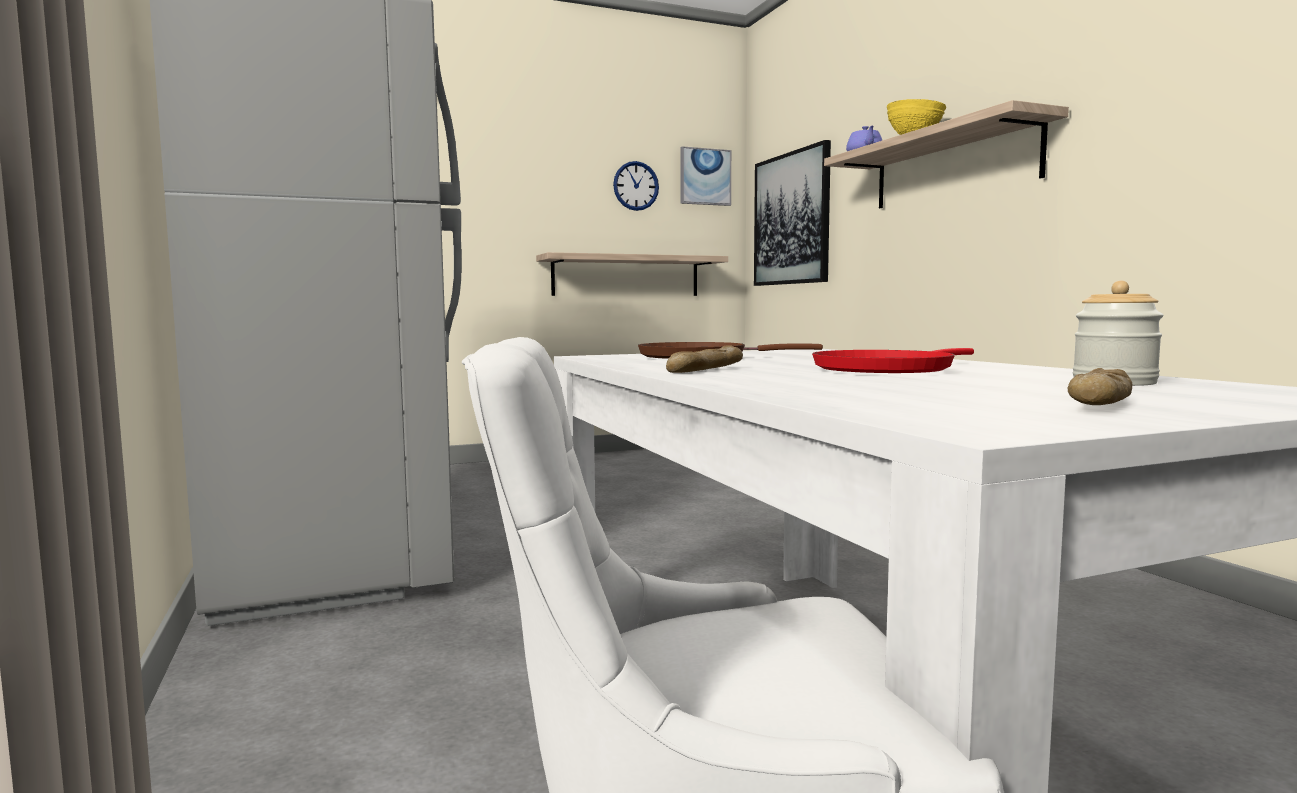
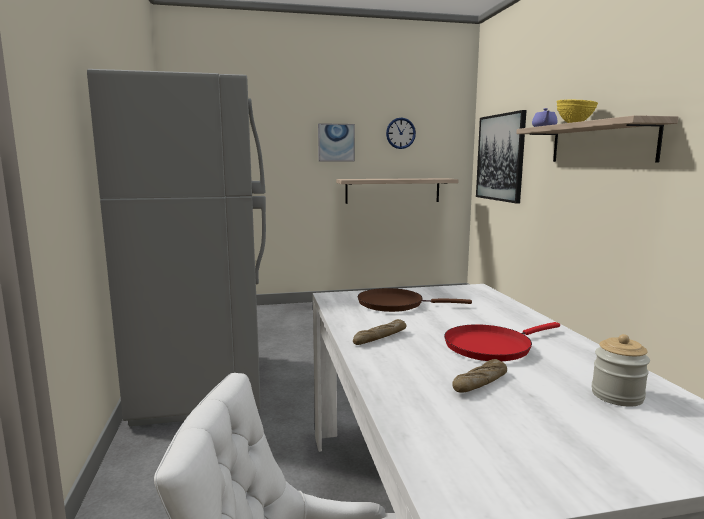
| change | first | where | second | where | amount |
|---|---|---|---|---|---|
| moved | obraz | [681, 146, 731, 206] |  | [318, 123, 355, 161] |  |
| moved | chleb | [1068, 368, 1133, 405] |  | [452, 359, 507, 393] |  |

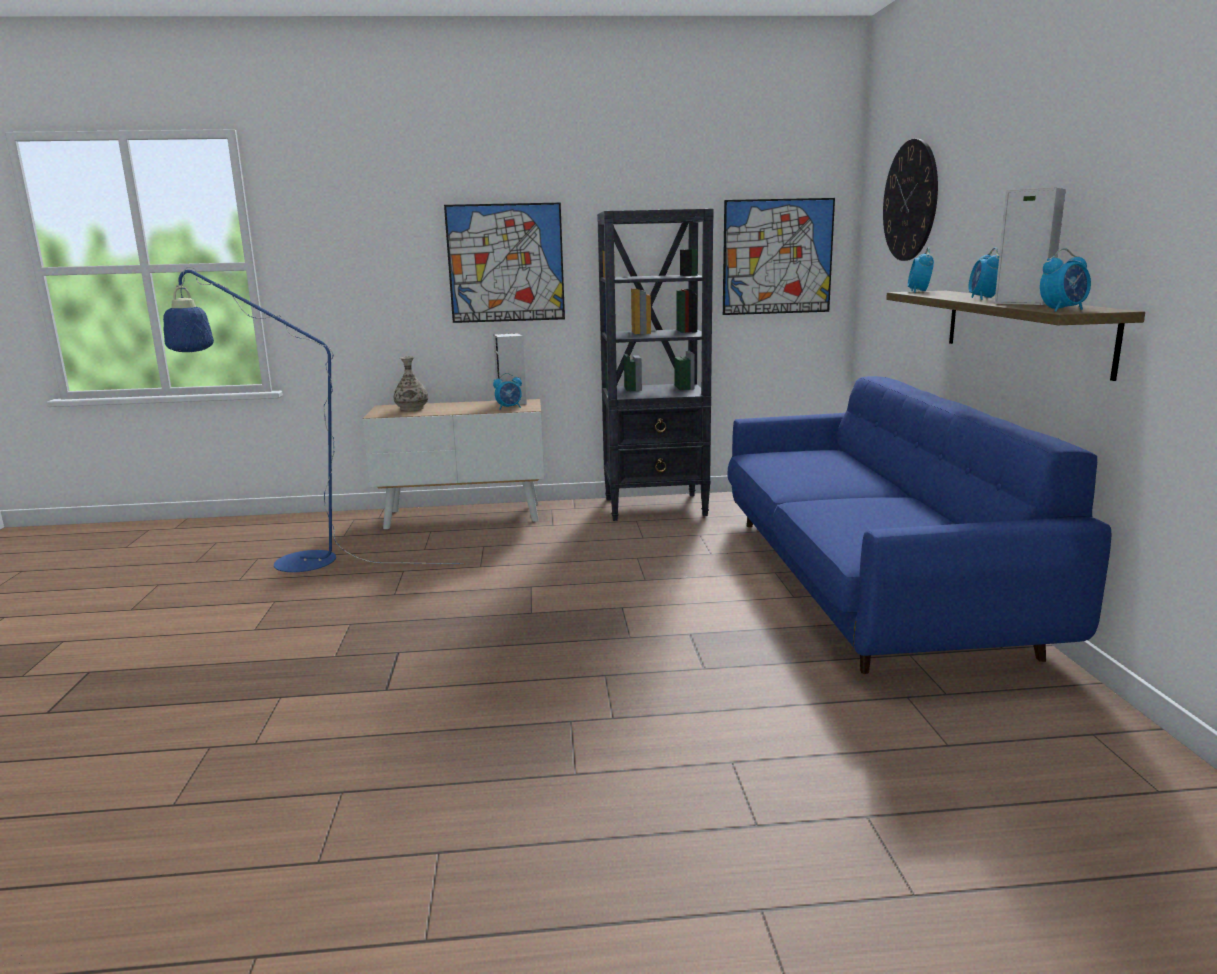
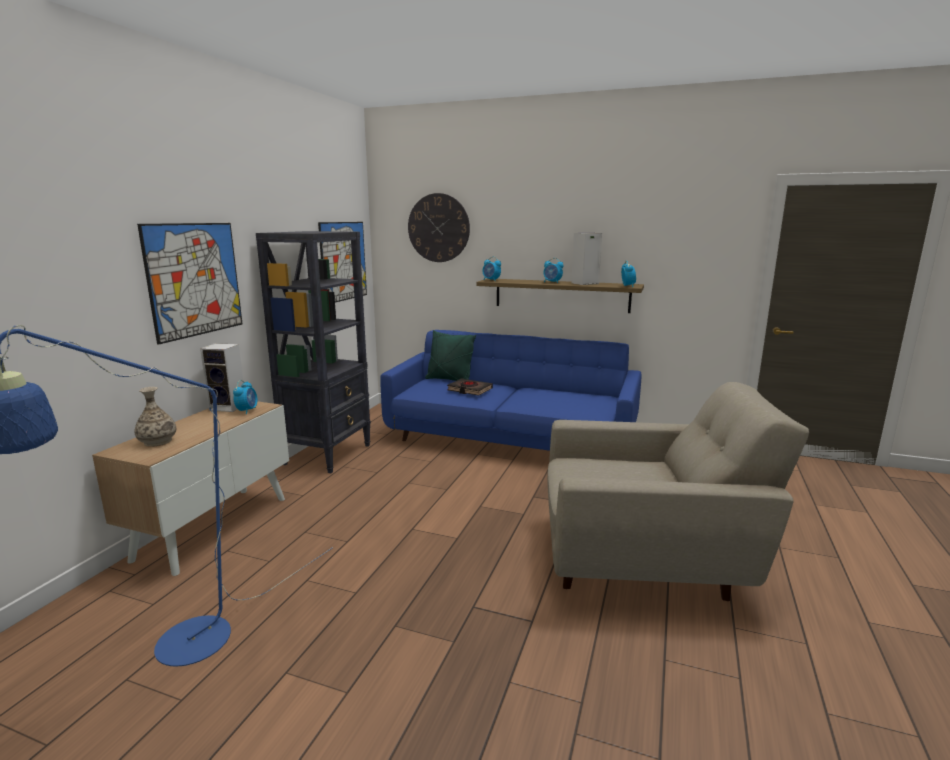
| change | first | where | second | where | amount |
|---|---|---|---|---|---|
| added |  |  | poduszka (zielony) | [425, 330, 476, 381] |  |
| added |  |  | książka (czarny) | [447, 378, 493, 396] |  |
| added |  |  | fotel (beżowy) | [547, 382, 809, 601] |  |

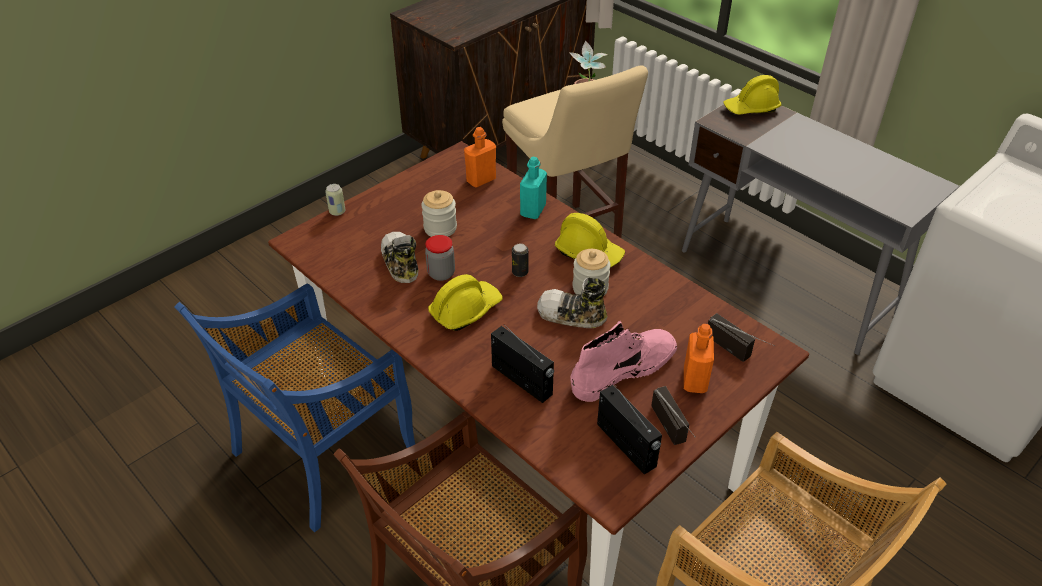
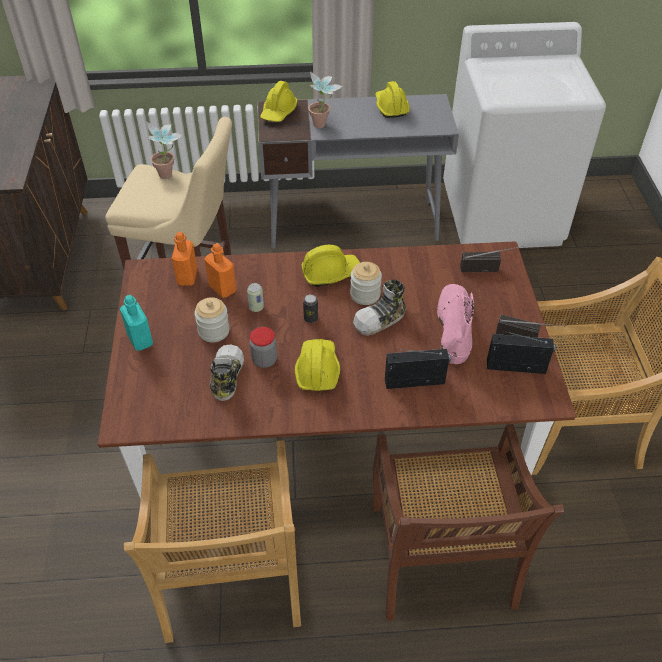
| change | first | where | second | where | amount |
|---|---|---|---|---|---|
| recoloured | krzesło (niebieski) | [174, 283, 415, 532] | krzesło (beżowy) | [124, 440, 301, 643] |  |
| moved | puszka | [325, 184, 345, 216] |  | [247, 283, 264, 312] |  |
| turned | but | [381, 232, 418, 283] |  | [210, 344, 244, 401] | 75 degrees clockwise |
| moved | butelka (turkusowy) | [520, 157, 547, 219] |  | [120, 295, 153, 351] |  |
| moved | butelka (pomarańczowy) | [684, 324, 714, 393] |  | [204, 243, 236, 298] |  |
| added |  |  | roślina doniczkowa | [308, 72, 343, 128] |  |
| added |  |  | kask (żółty) | [376, 81, 410, 118] |  |

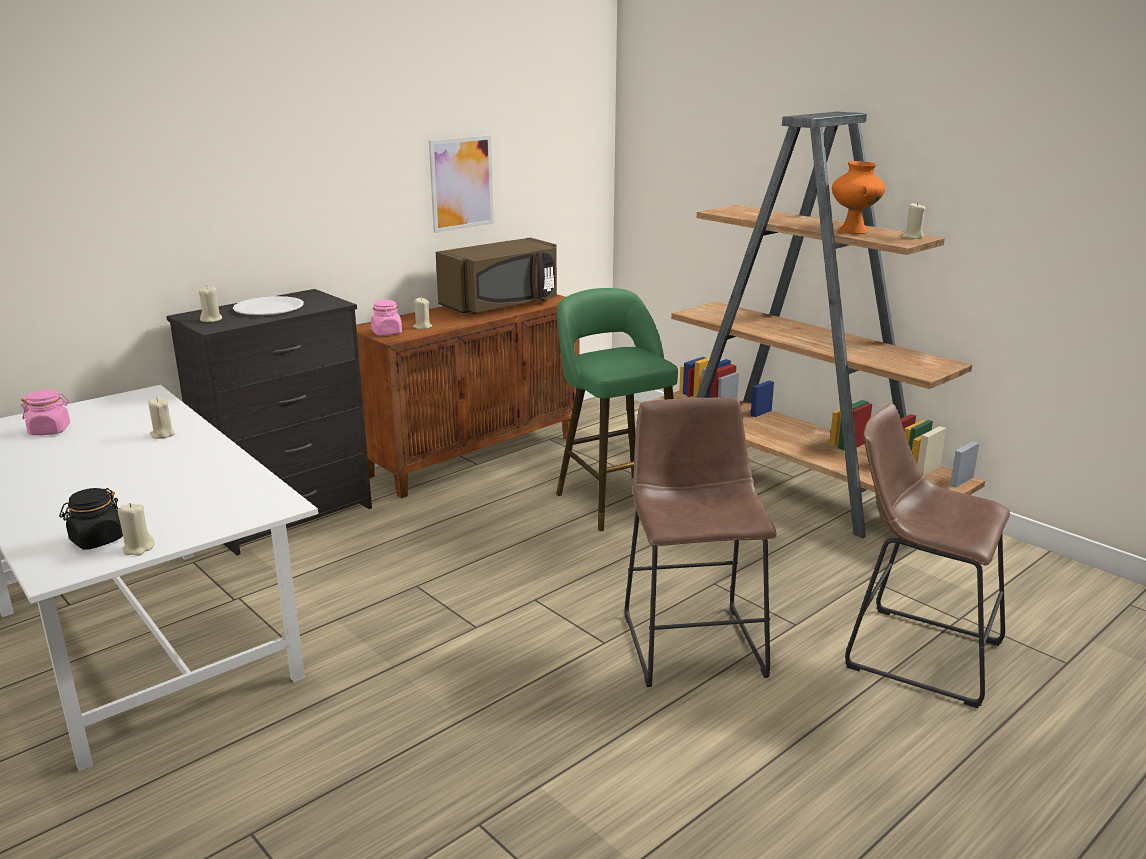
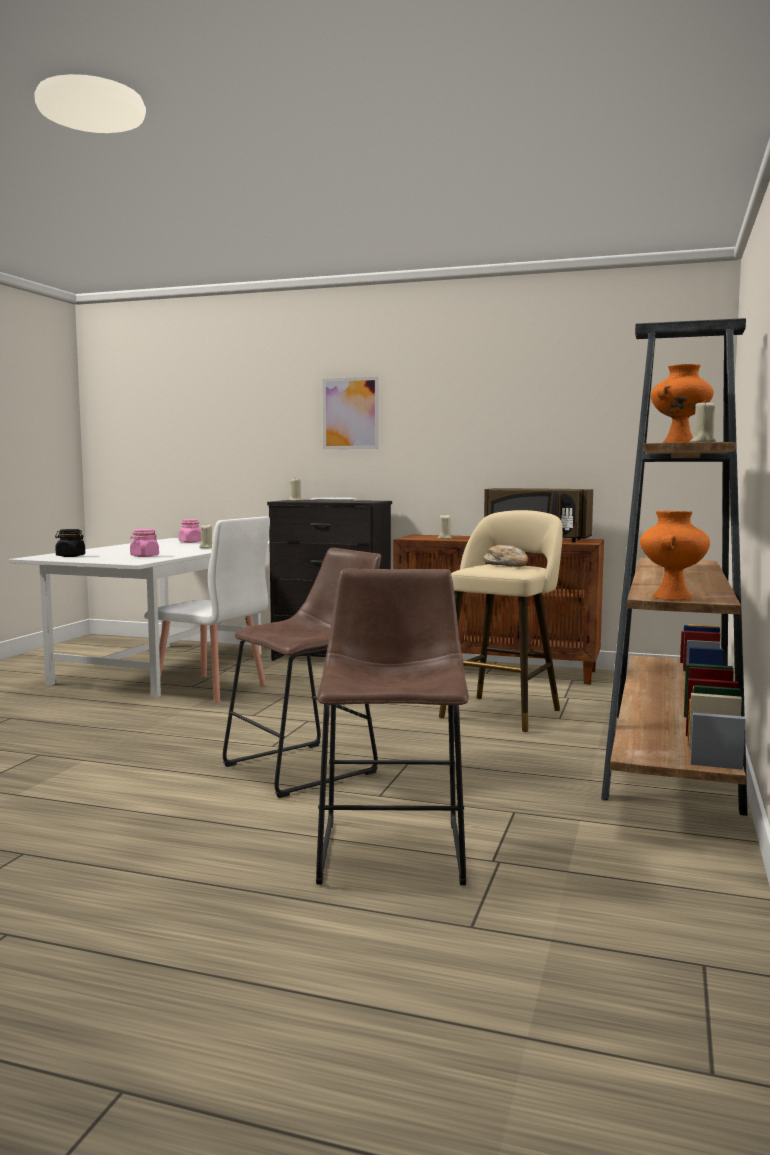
| change | first | where | second | where | amount |
|---|---|---|---|---|---|
| removed | świeca (beżowy) | [118, 503, 155, 556] |  |  |  |
| moved | słoik (różowy) | [371, 300, 402, 335] |  | [130, 529, 159, 557] |  |
| moved | obraz | [429, 135, 494, 233] |  | [322, 377, 379, 449] |  |
| recoloured | stołek (zielony) | [556, 288, 678, 531] | stołek (beżowy) | [439, 510, 563, 732] |  |
| added |  |  | krzesło (biały) | [144, 516, 270, 703] |  |
| added |  |  | chleb | [484, 545, 528, 567] |  |
| added |  |  | wazon (pomarańczowy) | [640, 511, 710, 601] |  |

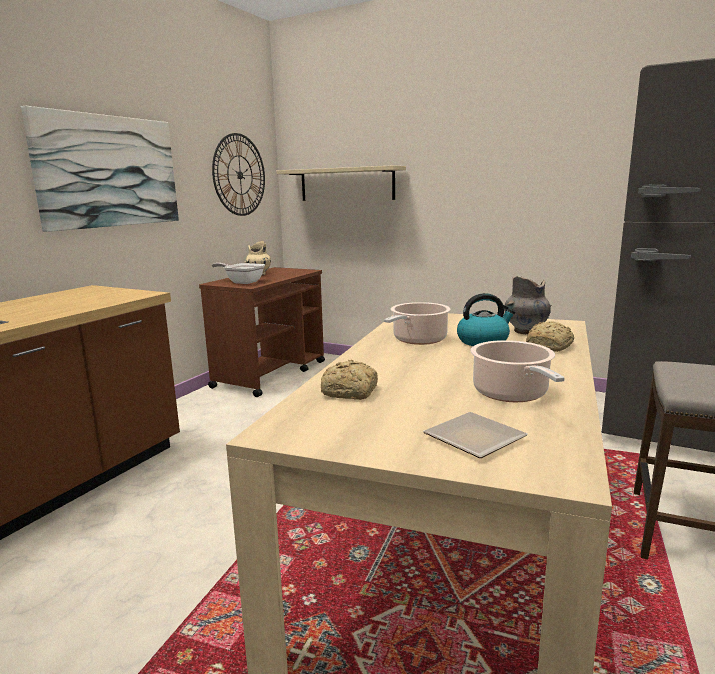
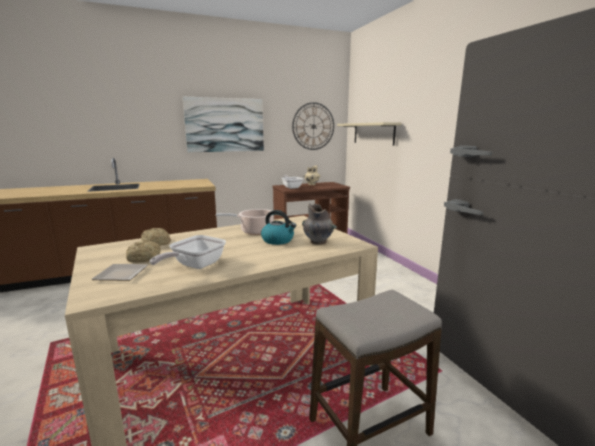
| change | first | where | second | where | amount |
|---|---|---|---|---|---|
| replaced | garnek | [471, 340, 565, 402] | patelnia | [150, 235, 226, 269] |  |
| moved | chleb | [526, 321, 574, 352] |  | [126, 240, 161, 263] |  |

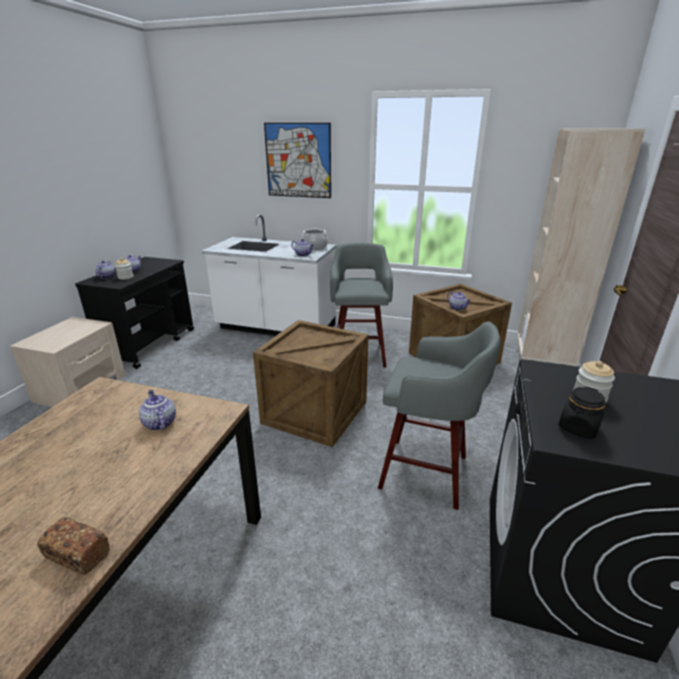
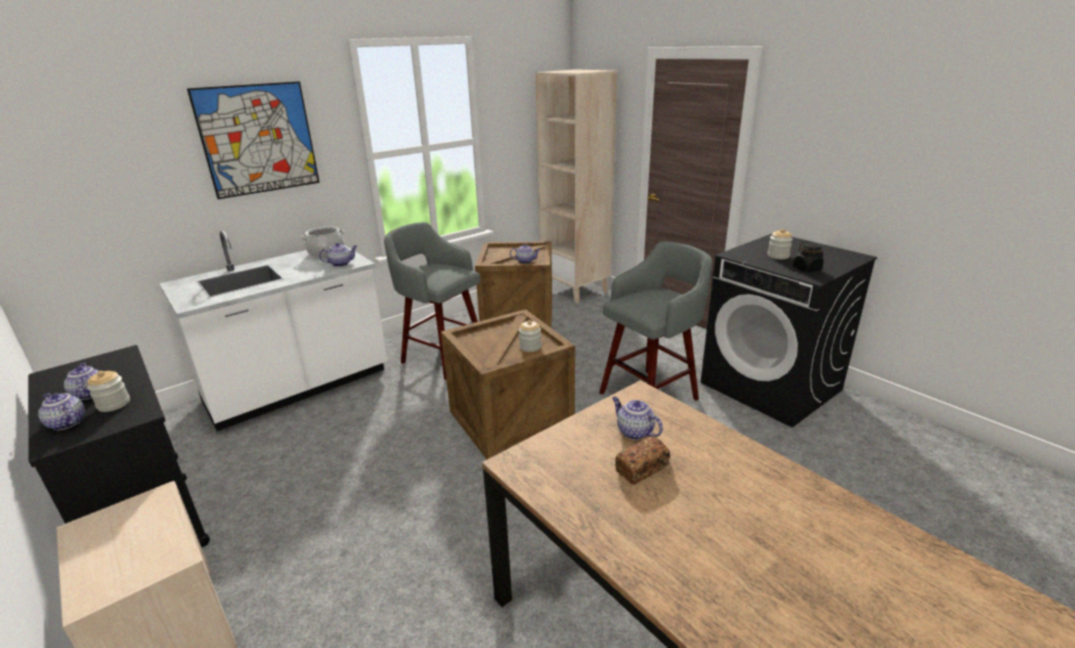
| change | first | where | second | where | amount |
|---|---|---|---|---|---|
| moved | chleb | [37, 517, 110, 575] |  | [615, 436, 670, 485] |  |
| turned | imbryk | [139, 390, 176, 430] |  | [612, 397, 663, 440] | 45 degrees clockwise |
| added |  |  | słoik | [519, 320, 541, 352] |  |

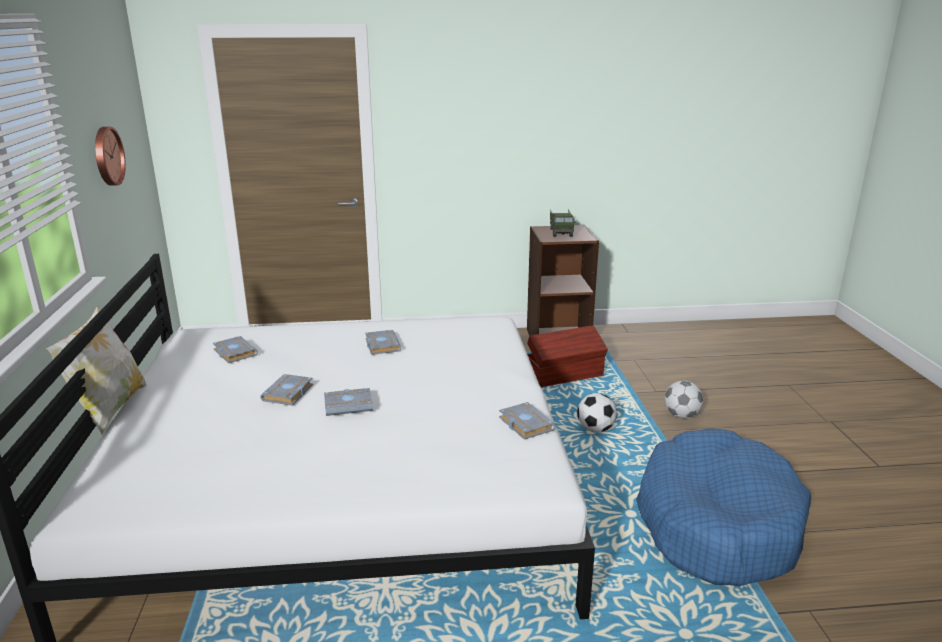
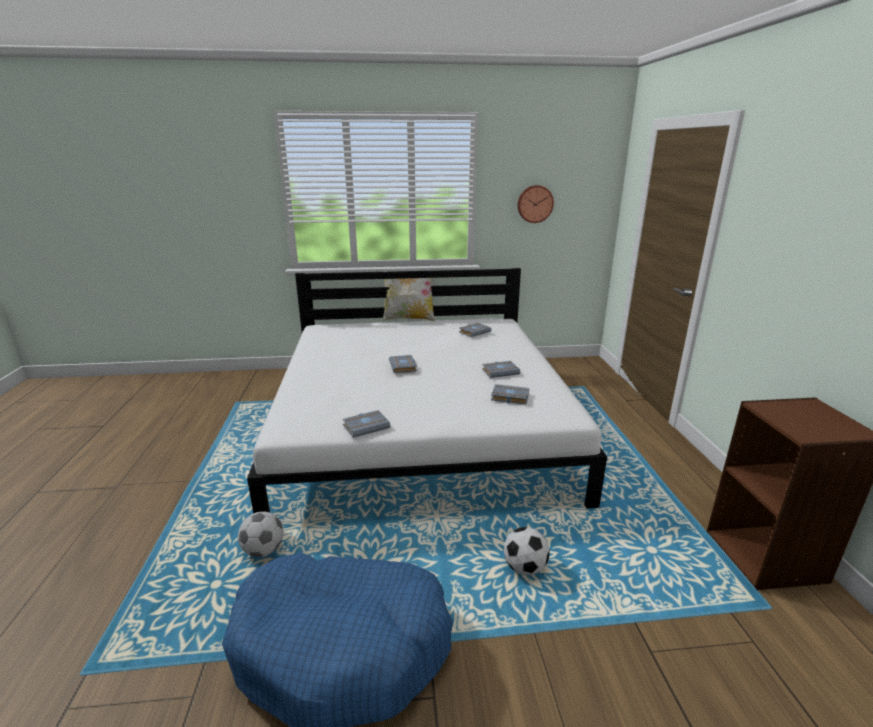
| change | first | where | second | where | amount |
|---|---|---|---|---|---|
| moved | książka (szary) | [260, 374, 313, 405] |  | [491, 384, 529, 405] |  |
| removed | pojemnik do przechowywania (brązowy) | [527, 325, 608, 387] |  |  |  |
| removed | ciężarówka zabawkowa | [550, 209, 575, 237] |  |  |  |
| moved | piłka futbolowa | [664, 381, 703, 418] |  | [238, 512, 283, 557] |  |

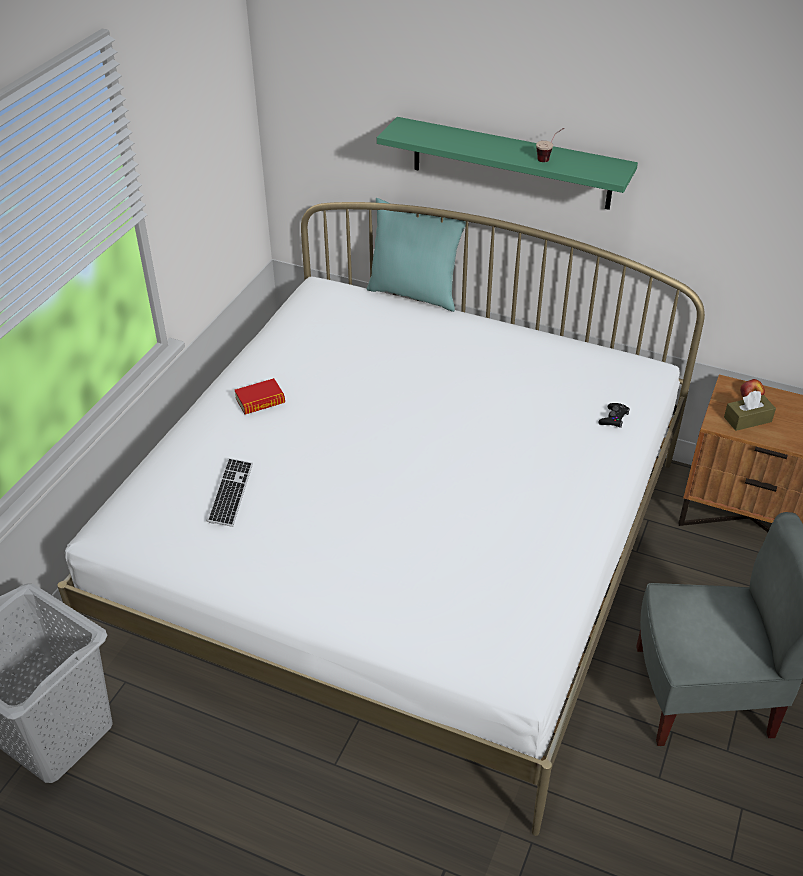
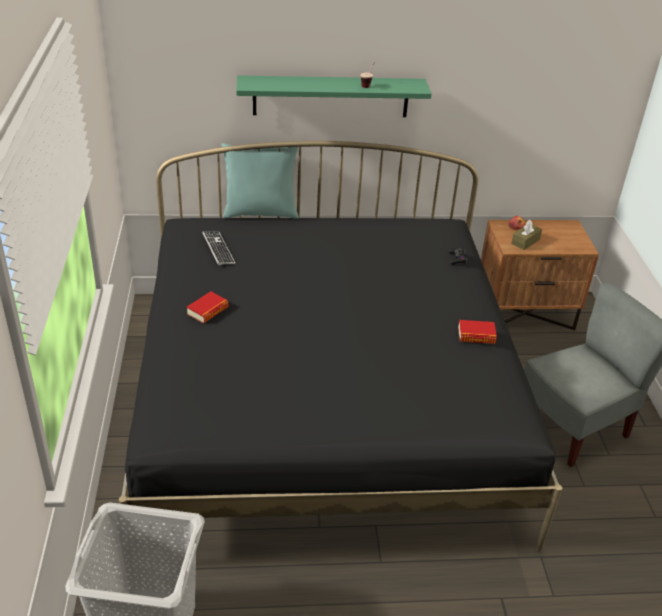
| change | first | where | second | where | amount |
|---|---|---|---|---|---|
| recoloured | łóżko (biały) | [57, 202, 705, 836] | łóżko (czarny) | [119, 141, 562, 552] |  |
| moved | klawiatura | [207, 458, 253, 527] |  | [202, 232, 235, 265] |  |
| added |  |  | książka | [458, 320, 497, 344] |  |

